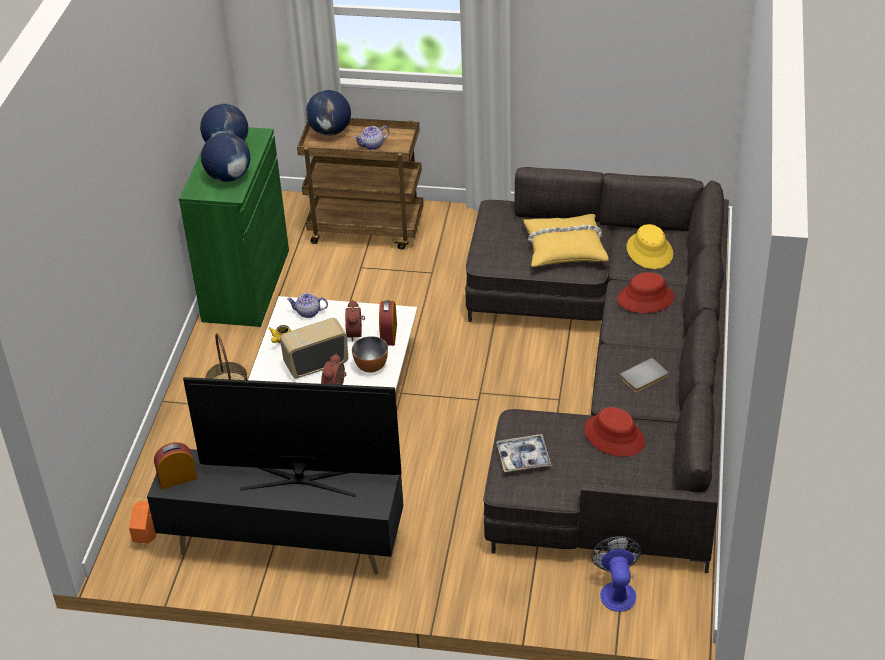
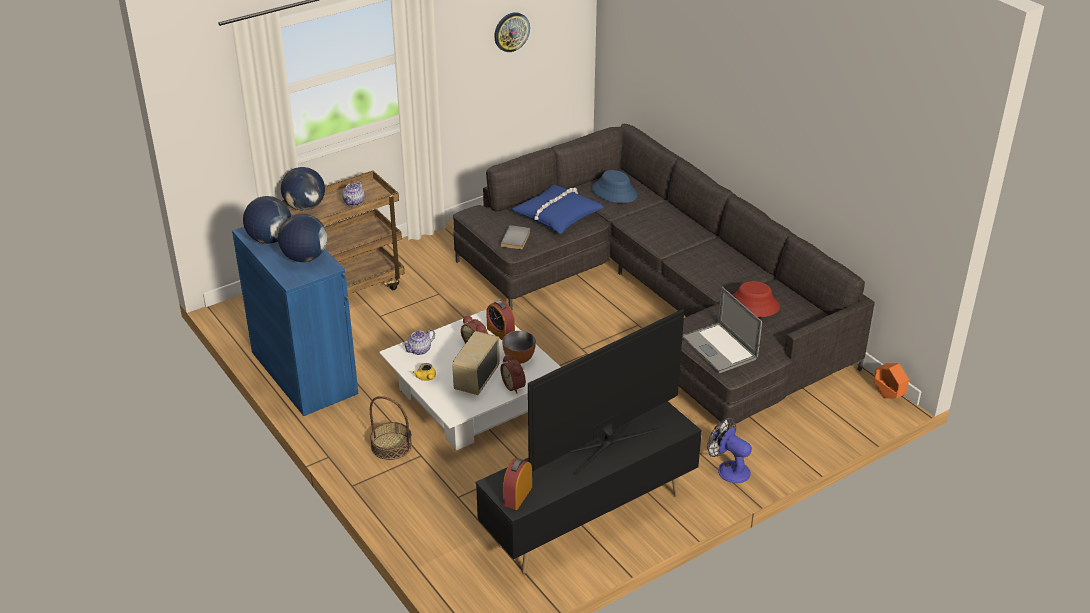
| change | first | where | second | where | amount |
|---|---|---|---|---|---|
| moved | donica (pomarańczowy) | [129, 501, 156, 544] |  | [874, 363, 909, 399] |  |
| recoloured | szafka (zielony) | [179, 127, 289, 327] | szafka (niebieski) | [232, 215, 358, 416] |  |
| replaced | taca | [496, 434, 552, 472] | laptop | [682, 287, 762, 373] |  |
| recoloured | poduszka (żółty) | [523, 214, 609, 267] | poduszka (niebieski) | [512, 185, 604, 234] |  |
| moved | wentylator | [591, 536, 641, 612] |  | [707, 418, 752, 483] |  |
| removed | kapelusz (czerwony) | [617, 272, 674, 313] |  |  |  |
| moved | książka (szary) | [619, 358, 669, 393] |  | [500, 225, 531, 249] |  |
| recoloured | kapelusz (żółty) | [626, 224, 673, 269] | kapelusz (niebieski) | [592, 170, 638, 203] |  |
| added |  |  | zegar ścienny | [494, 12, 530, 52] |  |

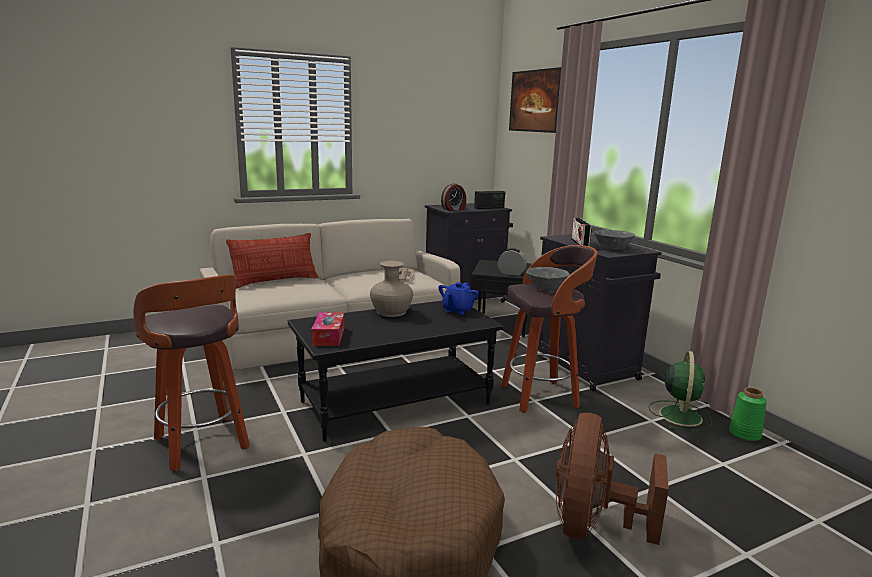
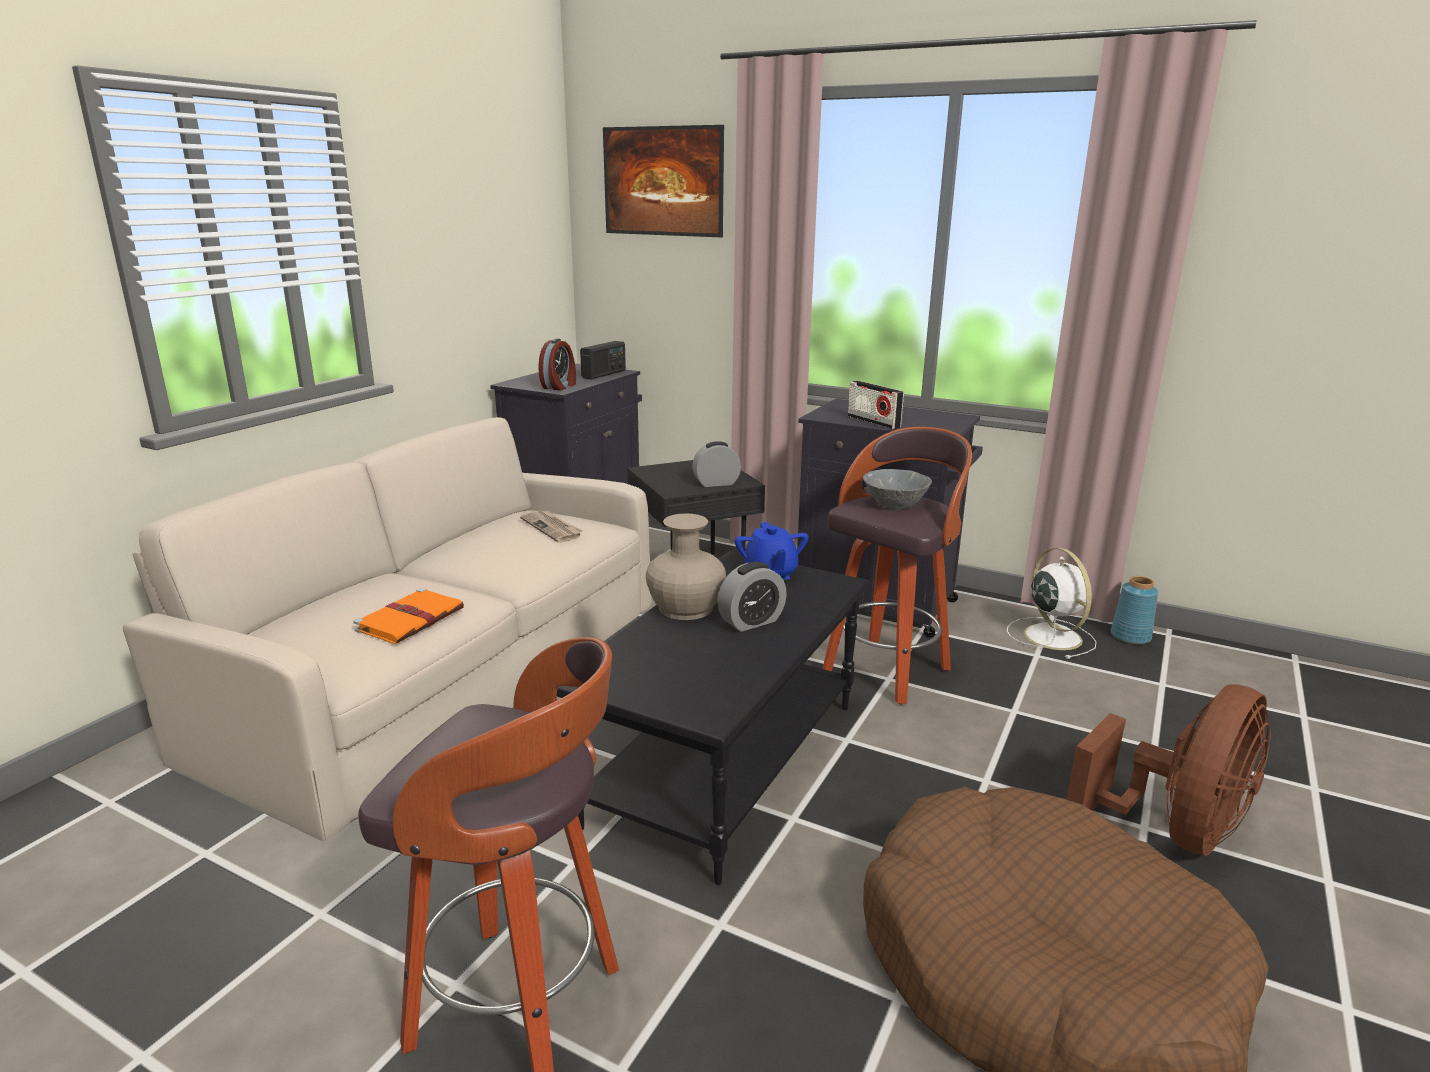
| change | first | where | second | where | amount |
|---|---|---|---|---|---|
| removed | poduszka | [226, 233, 318, 289] |  |  |  |
| removed | pudełko chusteczek | [311, 312, 345, 346] |  |  |  |
| turned | wentylator (brązowy) | [556, 413, 669, 545] |  | [1066, 684, 1271, 856] | 120 degrees counterclockwise |
| removed | miska (szary) | [594, 230, 635, 250] |  |  |  |
| recoloured | wentylator (zielony) | [649, 351, 712, 431] | wentylator (biały) | [1007, 548, 1097, 659] |  |
| recoloured | wazon (zielony) | [729, 387, 767, 441] | wazon (niebieski) | [1111, 576, 1158, 644] |  |
| added |  |  | książka (pomarańczowy) | [353, 588, 464, 644] |  |
| added |  |  | budzik | [717, 562, 787, 632] |  |

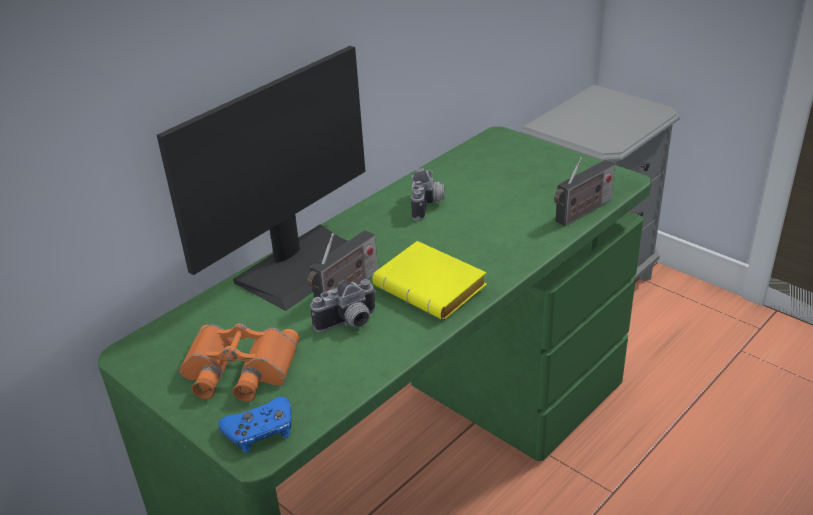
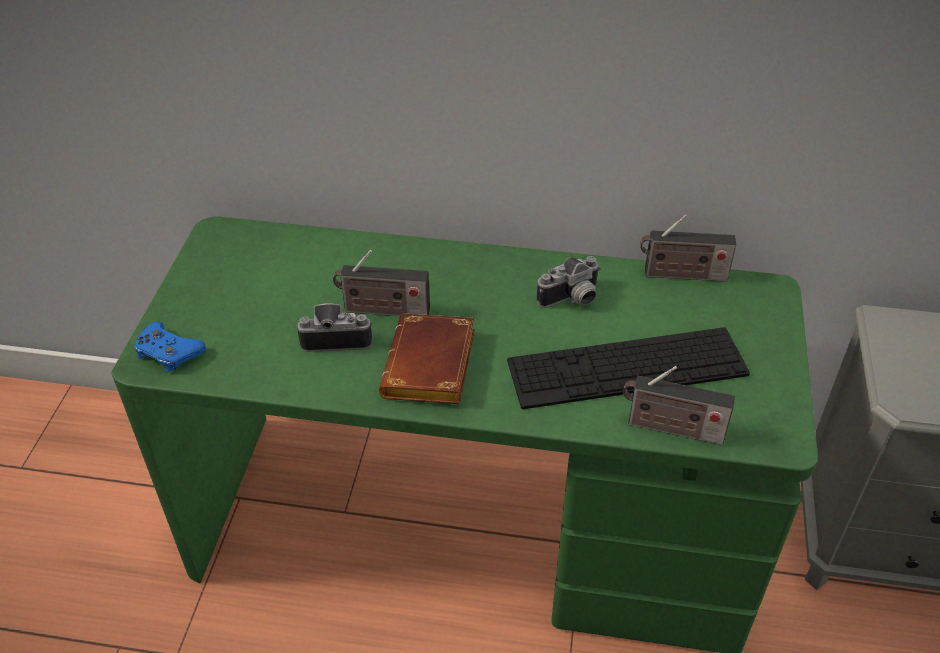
| change | first | where | second | where | amount |
|---|---|---|---|---|---|
| removed | monitor | [157, 46, 365, 311] |  |  |  |
| removed | lornetka (pomarańczowy) | [179, 323, 299, 402] |  |  |  |
| turned | aparat fotograficzny | [310, 279, 377, 332] |  | [297, 303, 372, 352] | 150 degrees clockwise |
| recoloured | książka (żółty) | [372, 241, 487, 320] | książka (brązowy) | [379, 314, 475, 404] |  |
| added |  |  | klawiatura | [507, 327, 750, 409] |  |
| added |  |  | radio | [640, 215, 736, 282] |  |

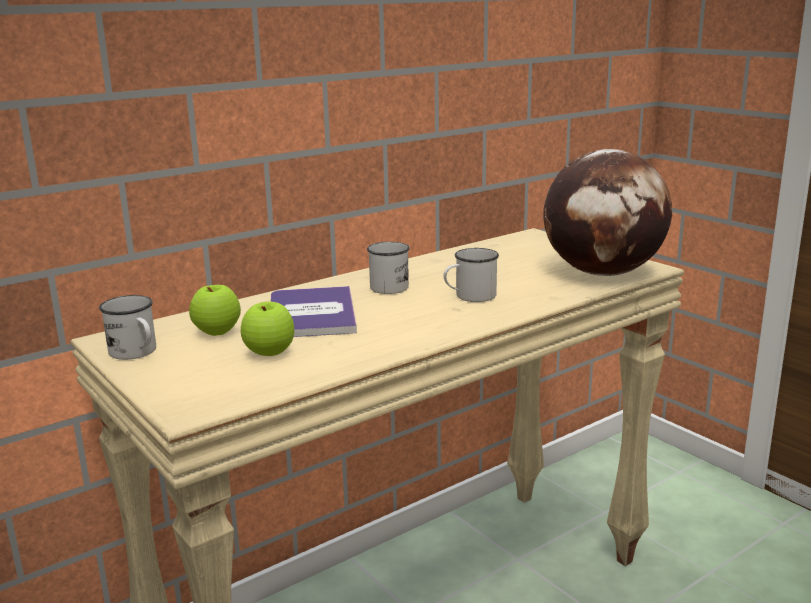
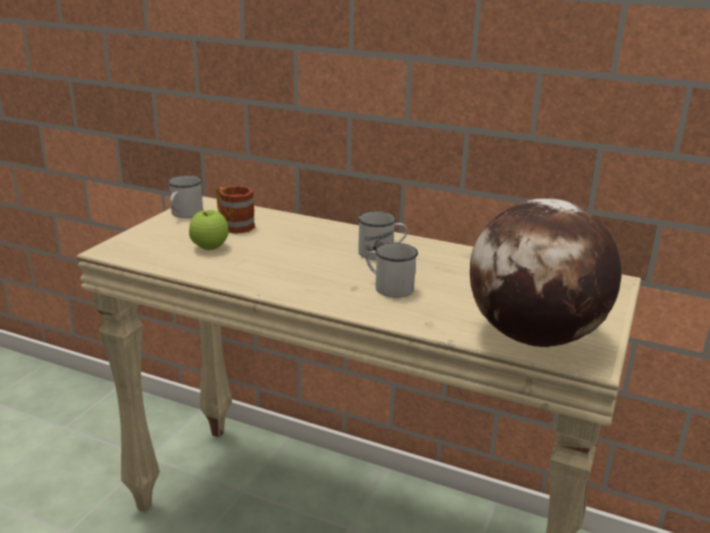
| change | first | where | second | where | amount |
|---|---|---|---|---|---|
| replaced | jabłko | [189, 285, 241, 336] | kubek | [216, 186, 255, 234] |  |
| removed | książka | [270, 286, 357, 337] |  |  |  |

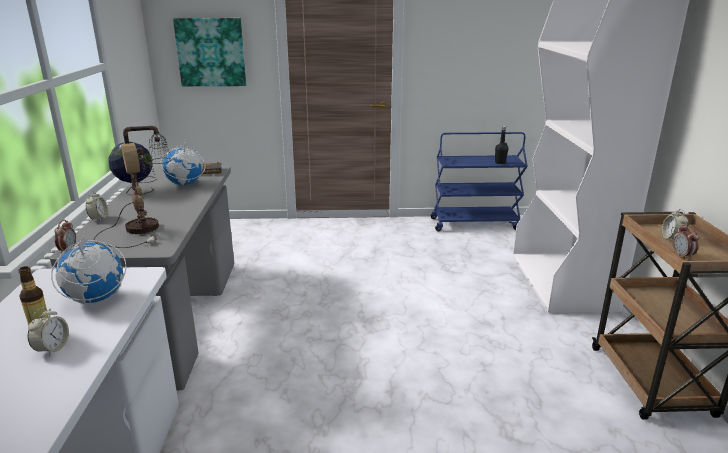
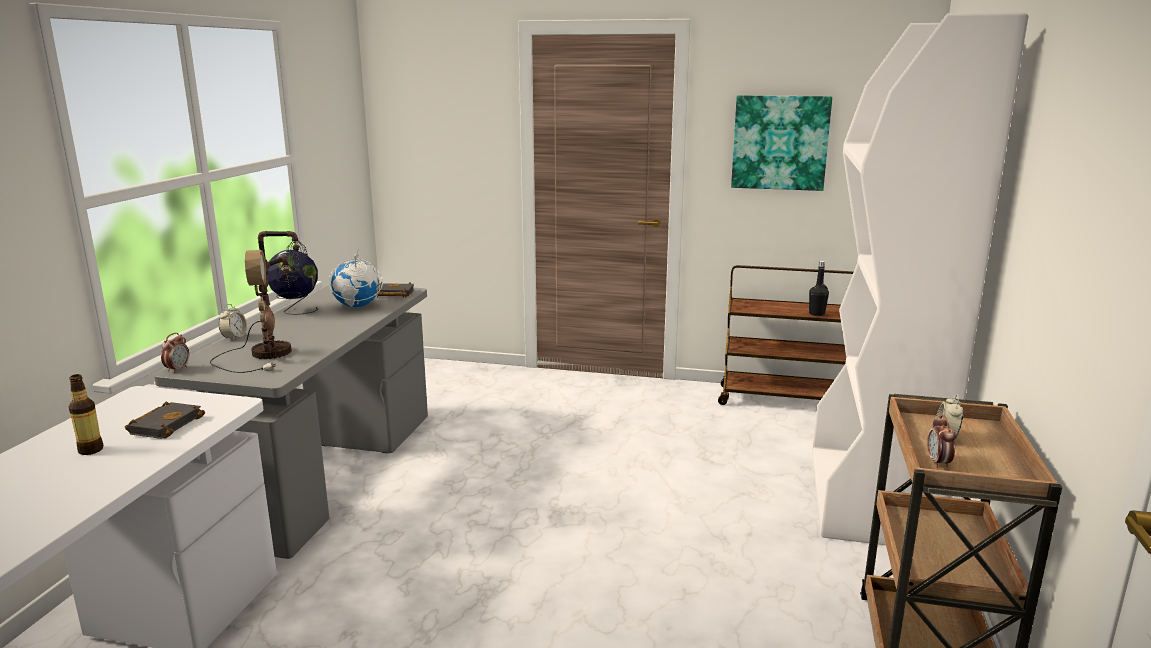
| change | first | where | second | where | amount |
|---|---|---|---|---|---|
| removed | budzik | [28, 307, 69, 356] |  |  |  |
| replaced | globus | [51, 233, 127, 304] | książka (czarny) | [125, 402, 205, 439] |  |
| moved | obraz | [173, 18, 246, 86] |  | [731, 95, 832, 191] |  |
| recoloured | wózek (niebieski) | [431, 132, 528, 231] | wózek (brązowy) | [718, 265, 853, 405] |  |

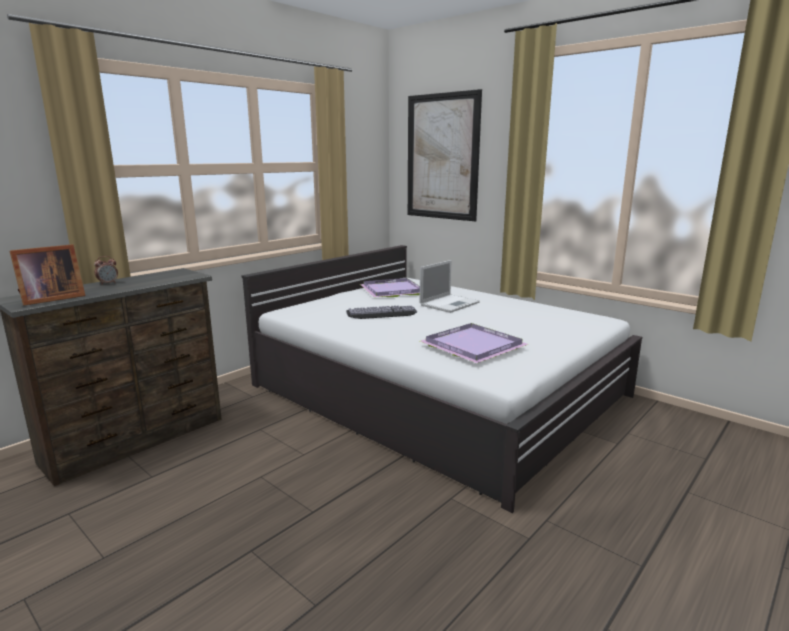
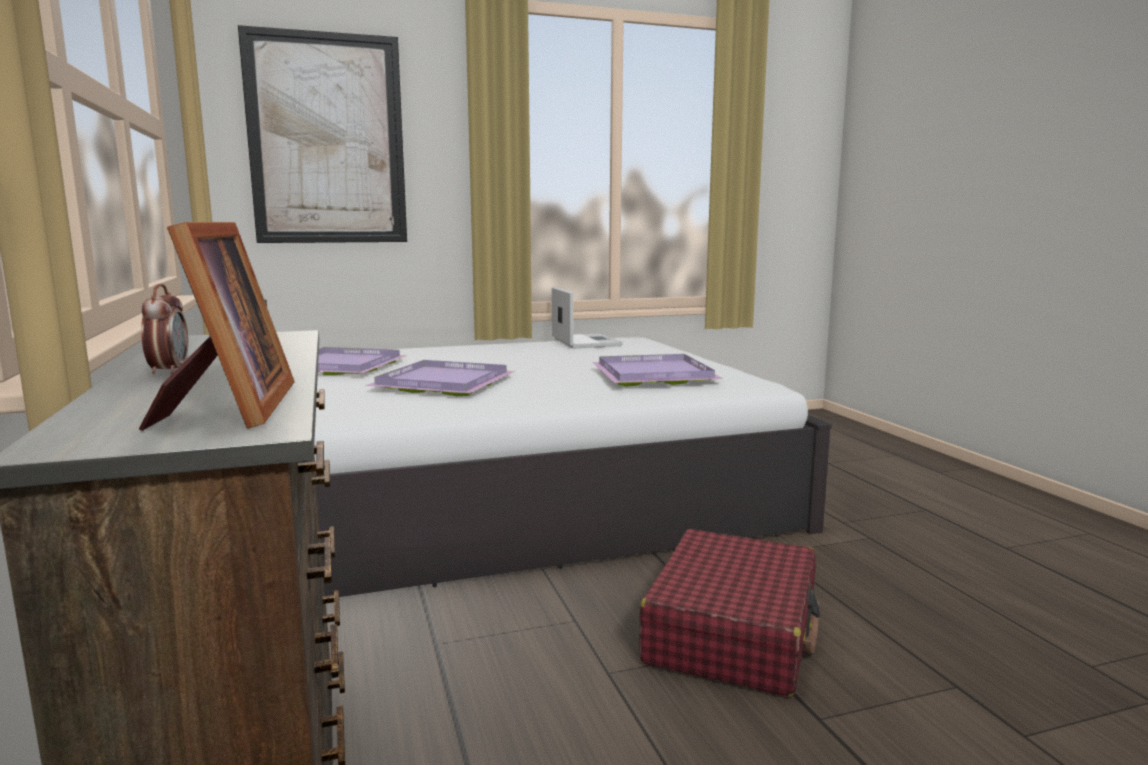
| change | first | where | second | where | amount |
|---|---|---|---|---|---|
| replaced | klawiatura | [346, 305, 417, 319] | taca (fioletowy) | [365, 360, 515, 396] |  |
| moved | laptop | [419, 260, 480, 313] |  | [552, 287, 623, 349] |  |
| added |  |  | walizka (czerwony) | [639, 529, 820, 697] |  |

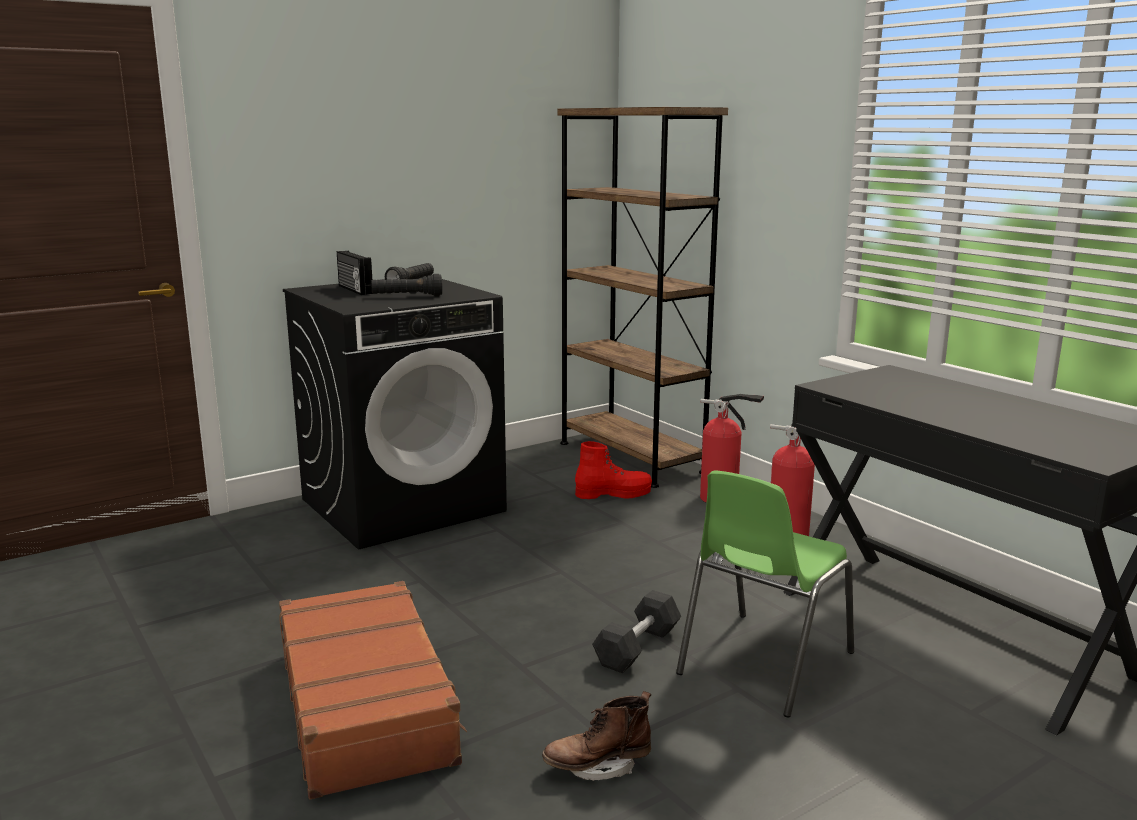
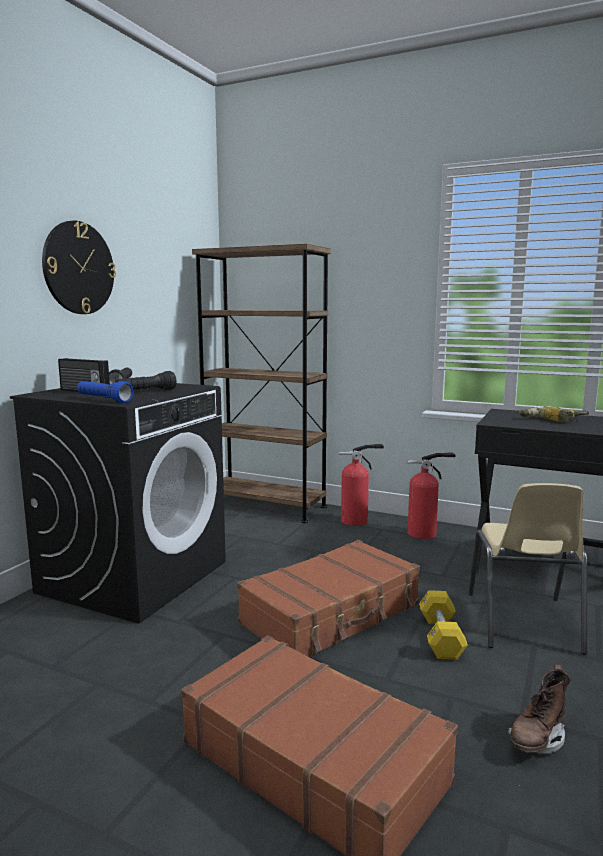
| change | first | where | second | where | amount |
|---|---|---|---|---|---|
| removed | but z cholewką (czerwony) | [575, 441, 652, 499] |  |  |  |
| recoloured | hantel (czarny) | [592, 590, 681, 673] | hantel (żółty) | [419, 590, 468, 660] |  |
| recoloured | krzesło (zielony) | [676, 470, 854, 718] | krzesło (beżowy) | [469, 483, 587, 655] |  |
| added |  |  | zegar ścienny | [42, 221, 116, 314] |  |
| added |  |  | latarka (niebieski) | [77, 381, 134, 403] |  |
| added |  |  | walizka (brązowy) | [237, 540, 420, 657] |  |
| added |  |  | wiertarka | [519, 406, 589, 422] |  |

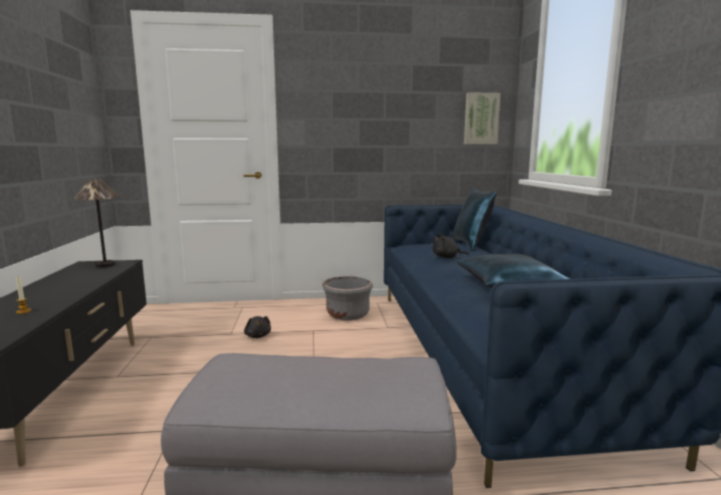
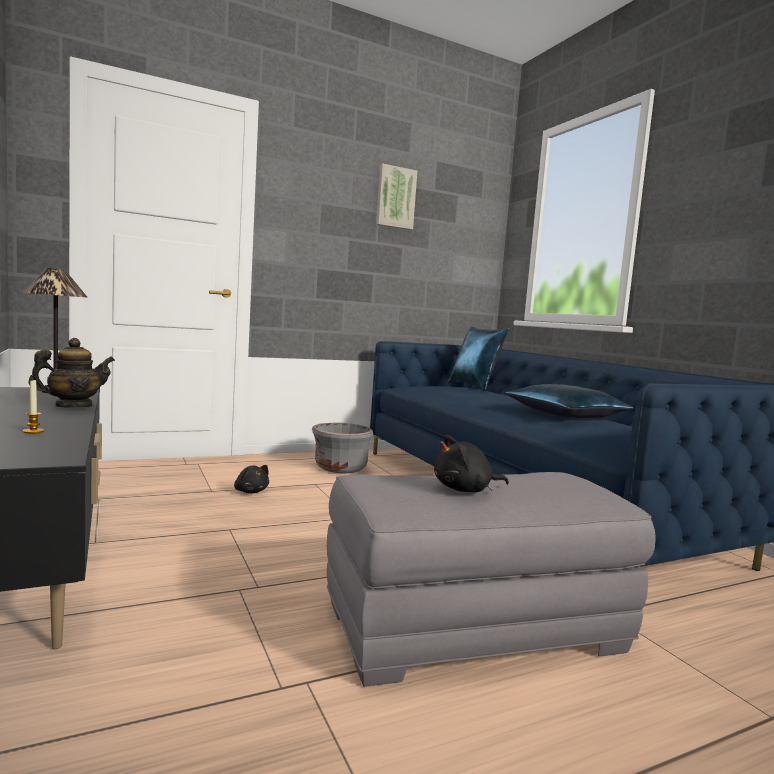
| change | first | where | second | where | amount |
|---|---|---|---|---|---|
| moved | pluszak (czarny) | [433, 233, 469, 258] |  | [434, 435, 509, 492] |  |
| moved | obraz | [464, 92, 501, 144] |  | [376, 163, 417, 230] |  |
| added |  |  | imbryk | [29, 338, 115, 408] |  |

